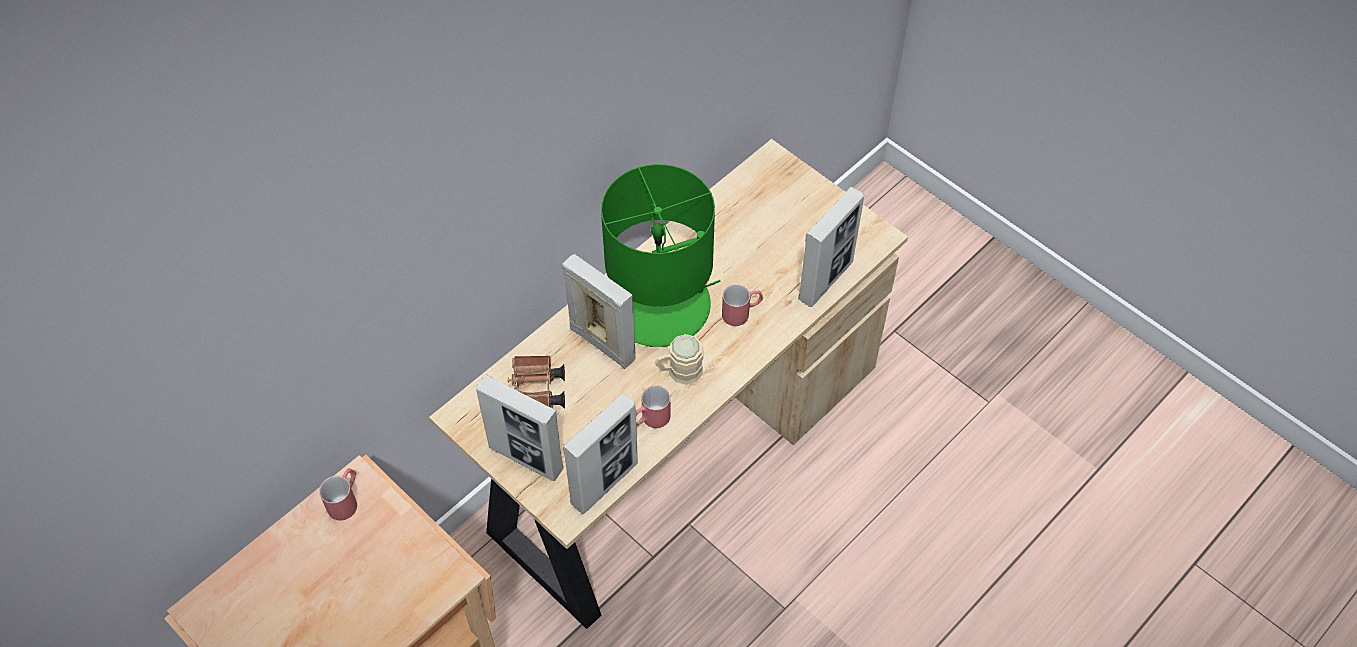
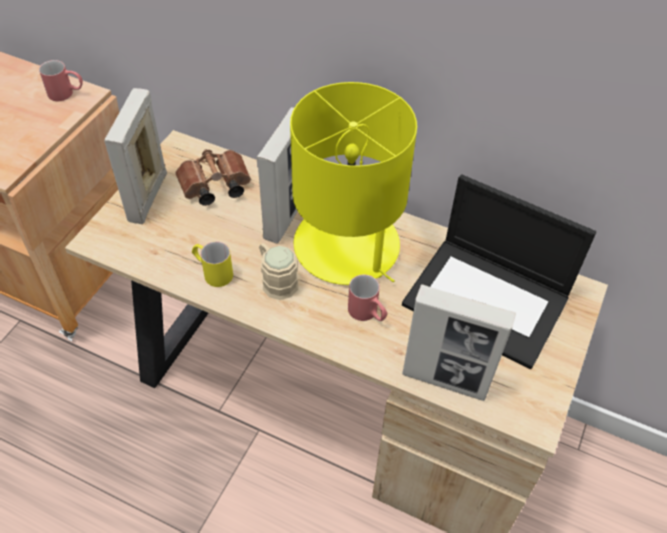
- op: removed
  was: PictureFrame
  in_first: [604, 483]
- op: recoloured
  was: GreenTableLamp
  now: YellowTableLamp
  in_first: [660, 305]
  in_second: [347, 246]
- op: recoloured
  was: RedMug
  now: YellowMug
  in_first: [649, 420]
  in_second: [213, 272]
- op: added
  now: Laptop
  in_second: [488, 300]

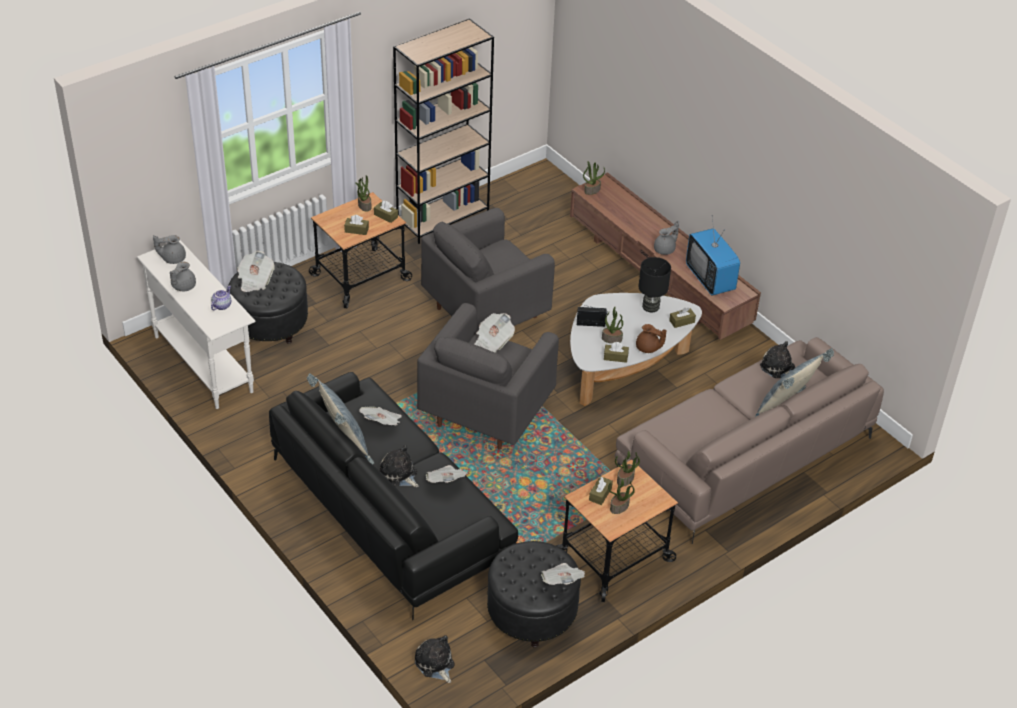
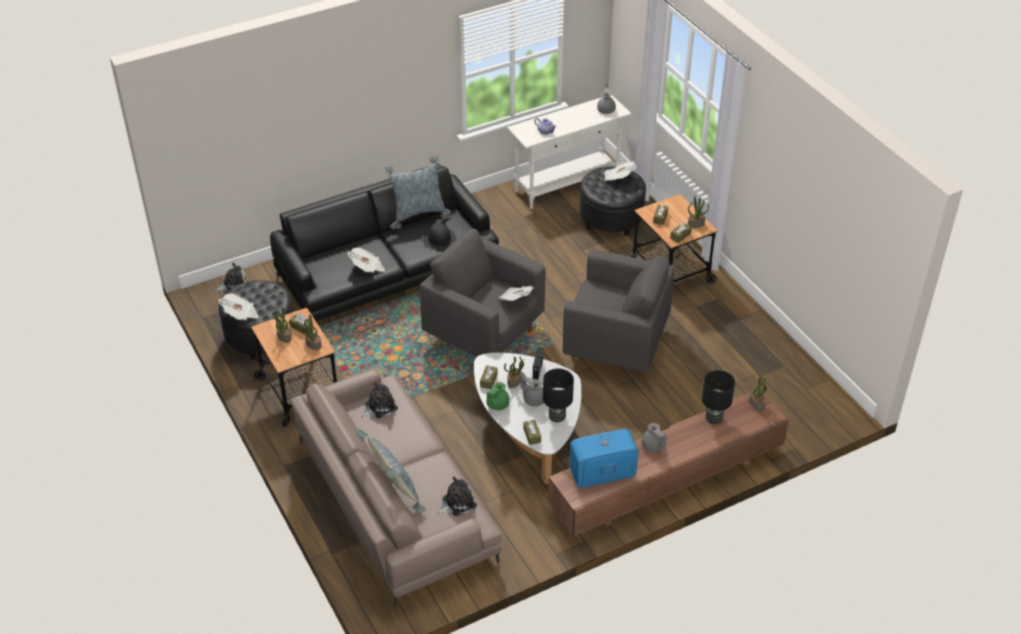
- op: moved
  was: GreyTeapot
  in_first: [183, 286]
  in_second: [533, 399]
- op: replaced
  was: Newspaper
  now: BlackHat
  in_first: [382, 423]
  in_second: [439, 239]
- op: moved
  was: PlushToy
  in_first: [399, 474]
  in_second: [379, 407]
- op: removed
  was: BeigeBookcase
  in_first: [443, 218]
- op: turned
  was: GreyArmchair
  in_first: [485, 313]
  in_second: [616, 346]
  clockwise: 135
- op: recoloured
  was: BrownTeapot
  now: GreenTeapot
  in_first: [648, 348]
  in_second: [497, 405]
- op: added
  now: BlackTableLamp
  in_second: [714, 417]

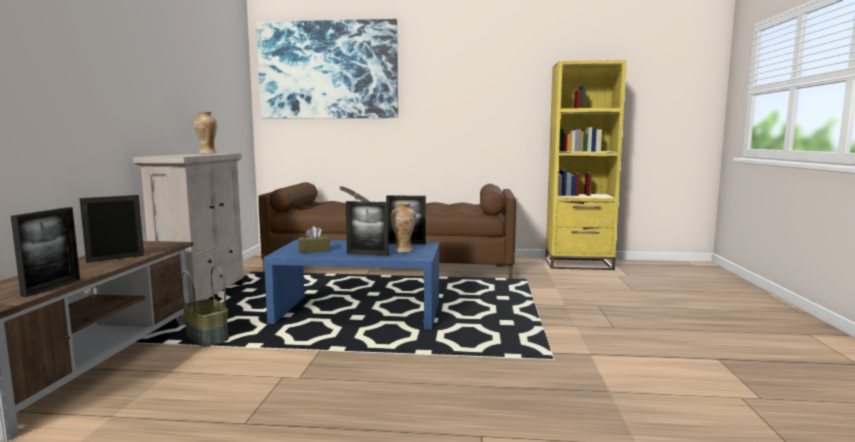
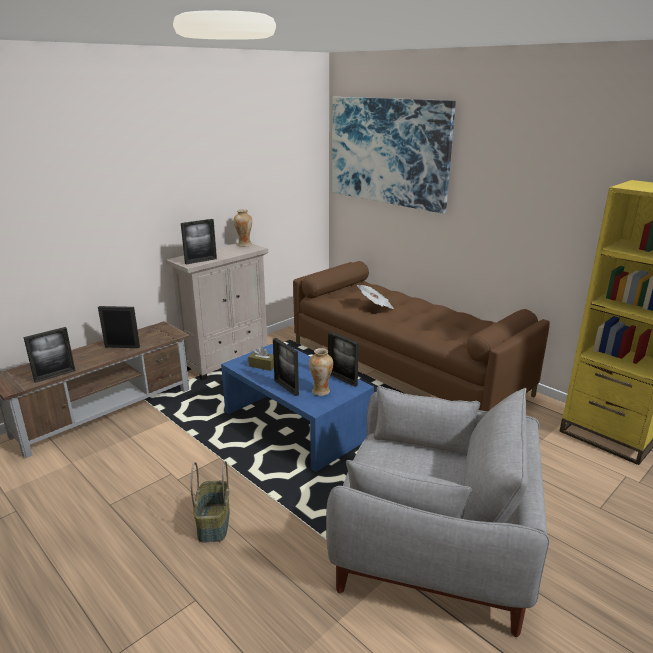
- op: moved
  was: Basket
  in_first: [208, 337]
  in_second: [214, 523]
- op: added
  now: PictureFrame
  in_second: [201, 261]
- op: added
  now: GreyArmchair
  in_second: [433, 545]

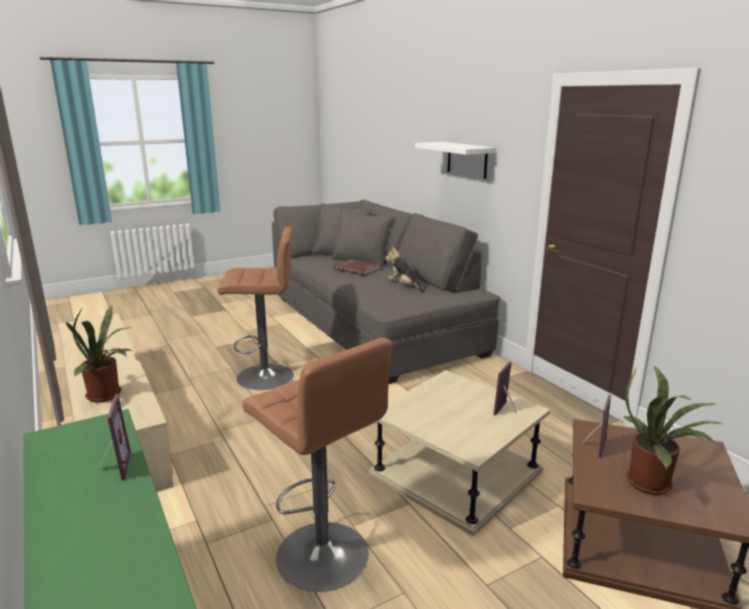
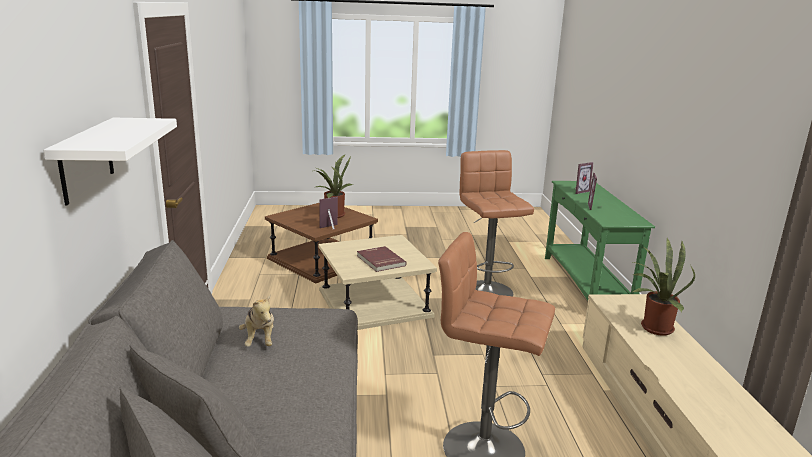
- op: moved
  was: RedBook
  in_first: [357, 268]
  in_second: [380, 261]
- op: moved
  was: PictureFrame
  in_first: [507, 410]
  in_second: [578, 191]

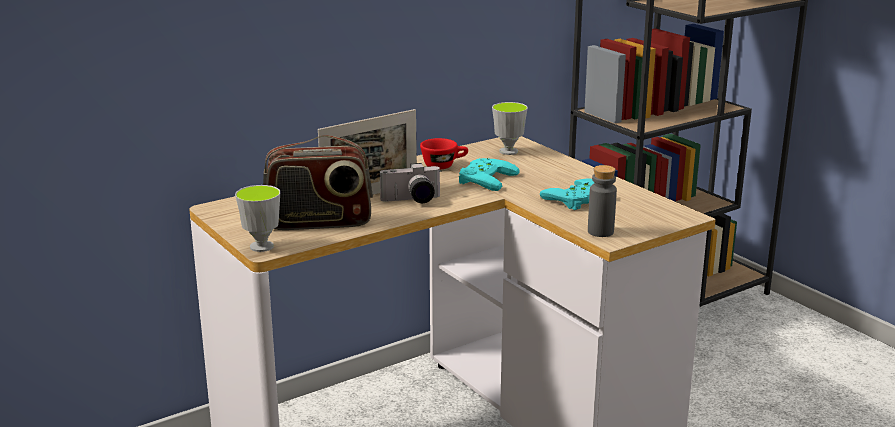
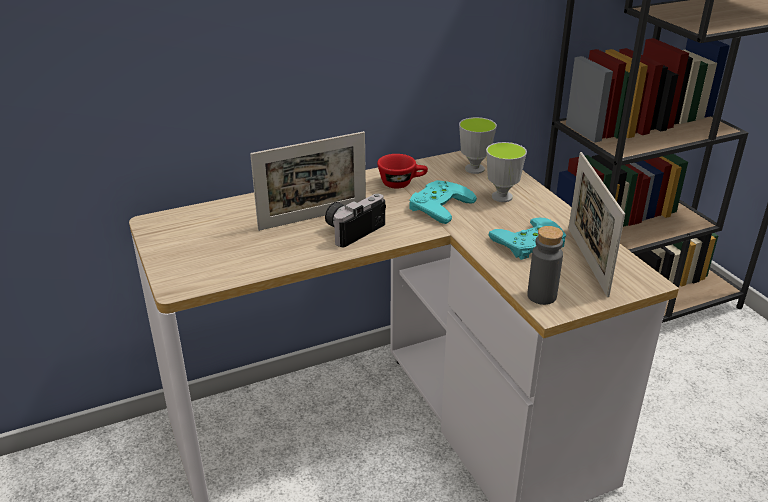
- op: moved
  was: Cup
  in_first: [261, 246]
  in_second: [502, 197]
- op: removed
  was: Radio
  in_first: [319, 222]
- op: turned
  was: PhotoCamera
  in_first: [412, 200]
  in_second: [352, 229]
  clockwise: 135
- op: added
  now: PictureFrame
  in_second: [587, 260]

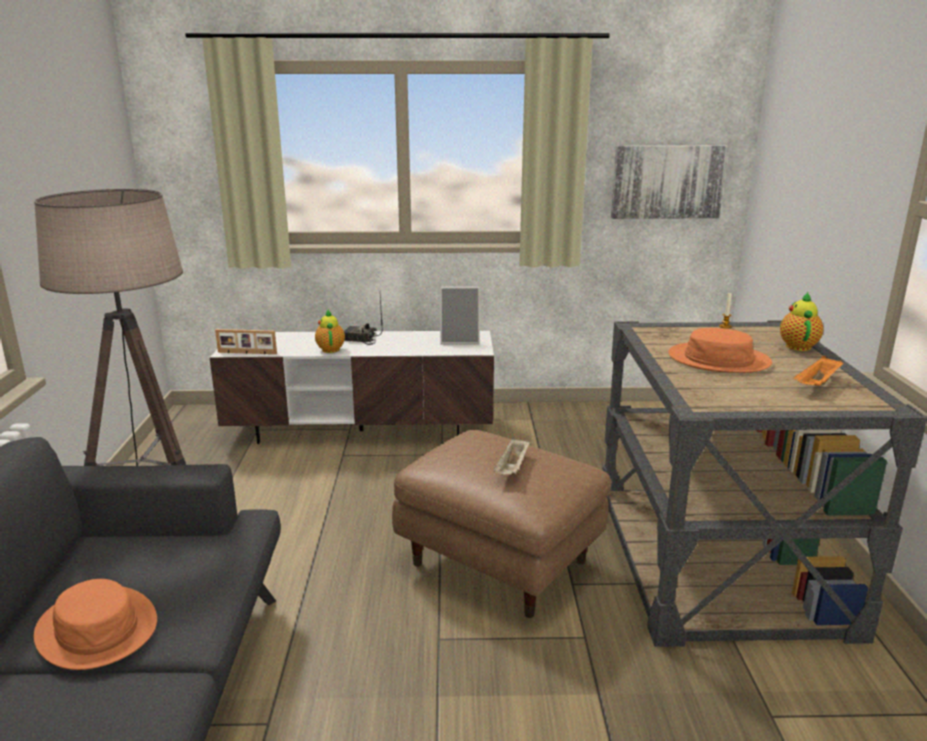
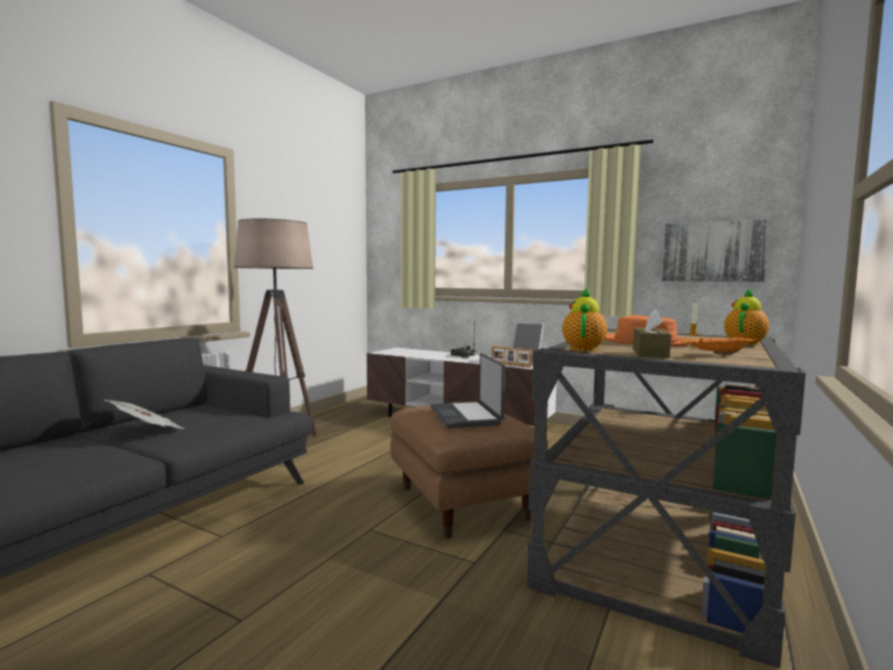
- op: replaced
  was: OrangeHat
  now: Newspaper
  in_first: [97, 628]
  in_second: [148, 432]
- op: moved
  was: PictureFrame
  in_first: [247, 353]
  in_second: [510, 365]
- op: moved
  was: Teapot
  in_first: [330, 349]
  in_second: [583, 349]
- op: replaced
  was: BeigeTray
  now: Laptop
  in_first: [512, 468]
  in_second: [467, 416]
- op: added
  now: BrownTissueBox
  in_second: [650, 353]

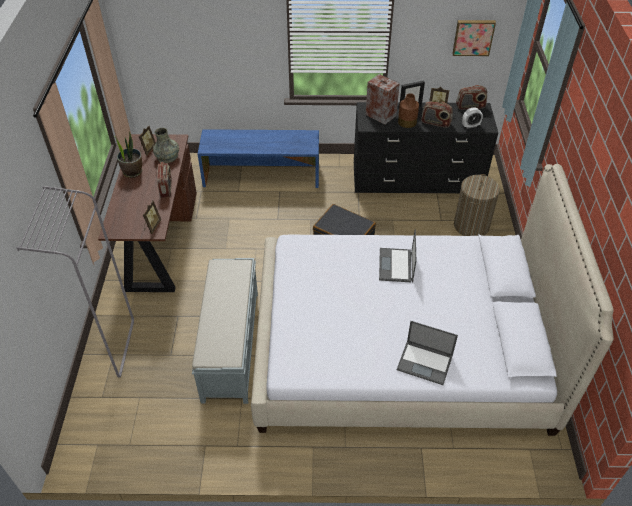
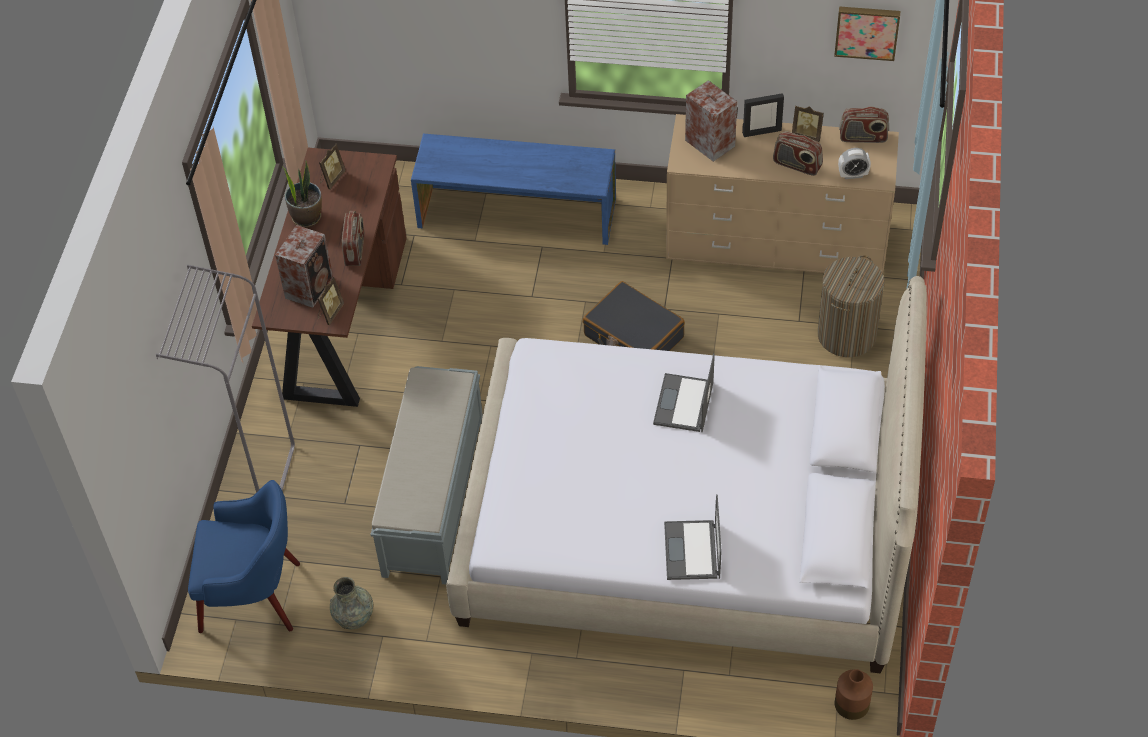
- op: moved
  was: GreyVase
  in_first: [167, 157]
  in_second: [353, 614]
- op: recoloured
  was: BlackDresser
  now: BeigeDresser
  in_first: [417, 178]
  in_second: [778, 241]
- op: turned
  was: Laptop
  in_first: [425, 362]
  in_second: [692, 551]
  clockwise: 60
- op: moved
  was: BrownVase
  in_first: [407, 122]
  in_second: [852, 704]
- op: added
  now: BlueArmchair
  in_second: [253, 596]
- op: added
  now: Speaker
  in_second: [310, 287]

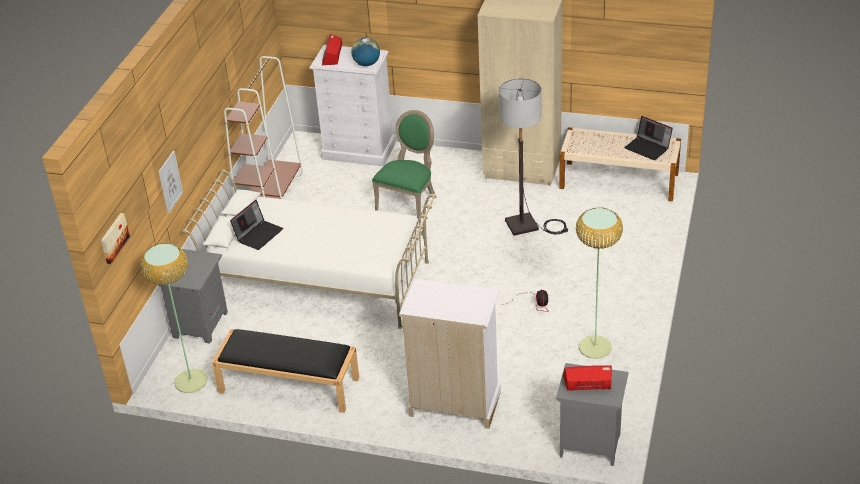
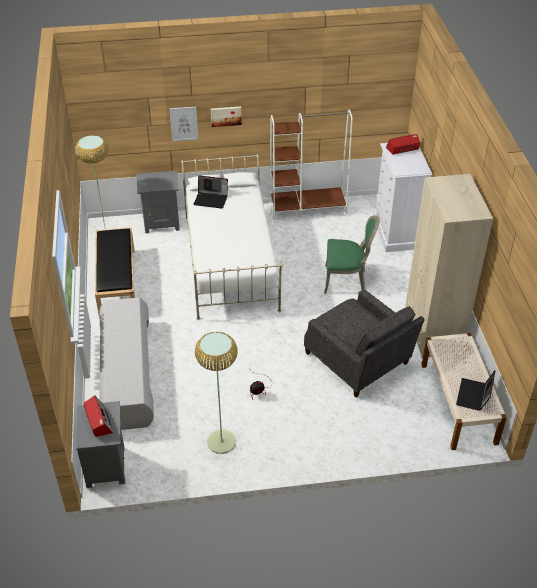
- op: moved
  was: Picture
  in_first: [113, 238]
  in_second: [226, 116]
- op: removed
  was: Globe
  in_first: [366, 64]
- op: replaced
  was: WhiteDresser
  now: GreyBench
  in_first: [454, 403]
  in_second: [126, 373]
- op: replaced
  was: FloorLamp
  now: GreyArmchair
  in_first: [531, 226]
  in_second: [358, 360]

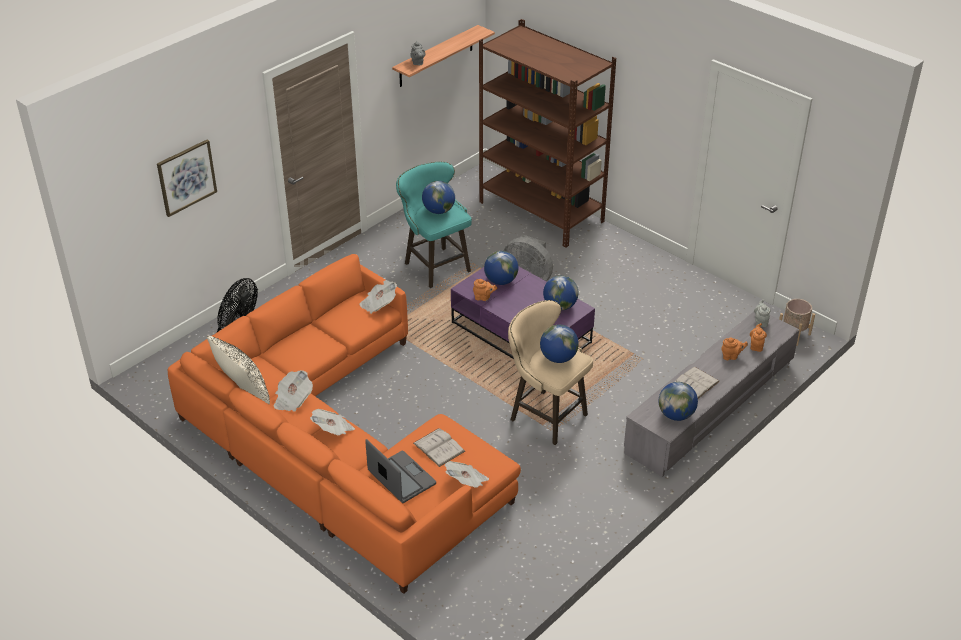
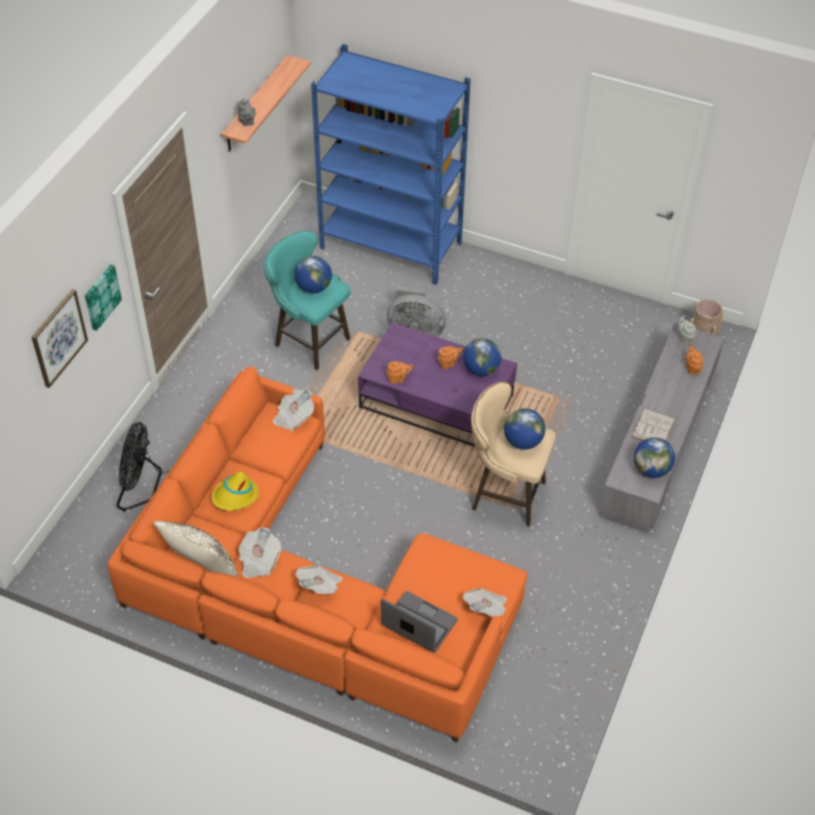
- op: removed
  was: WhiteBook
  in_first: [439, 447]
- op: recoloured
  was: BrownBookcase
  now: BlueBookcase
  in_first: [541, 211]
  in_second: [391, 245]
- op: removed
  was: Globe
  in_first: [501, 281]
- op: moved
  was: OrangeTeapot
  in_first: [731, 356]
  in_second: [448, 363]
- op: added
  now: Picture
  in_second: [101, 296]
- op: added
  now: YellowHat
  in_second: [235, 496]

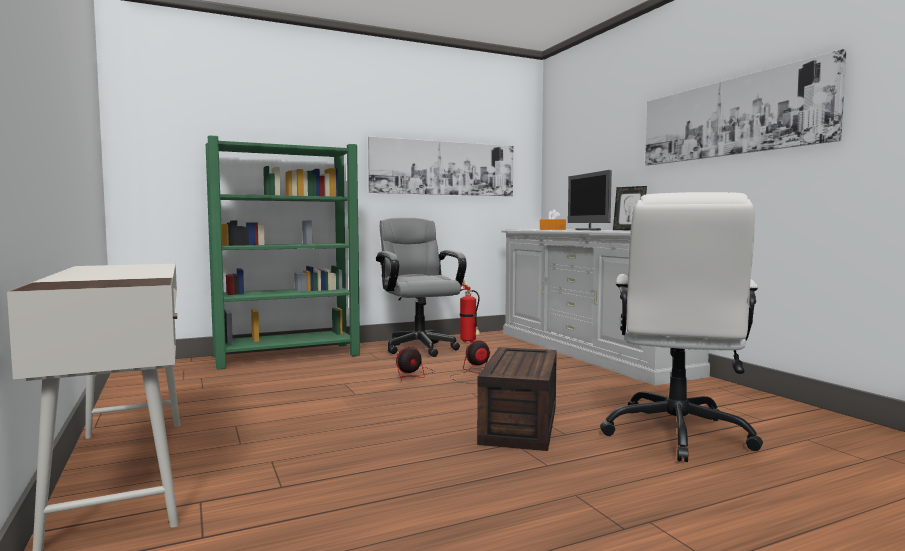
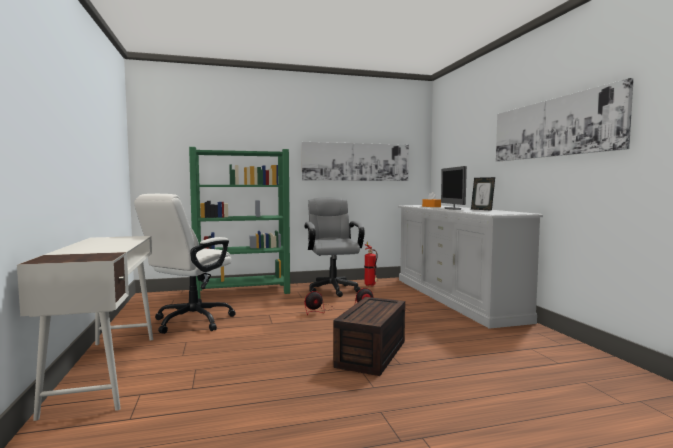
- op: moved
  was: WhiteOfficeChair
  in_first: [677, 437]
  in_second: [190, 322]

